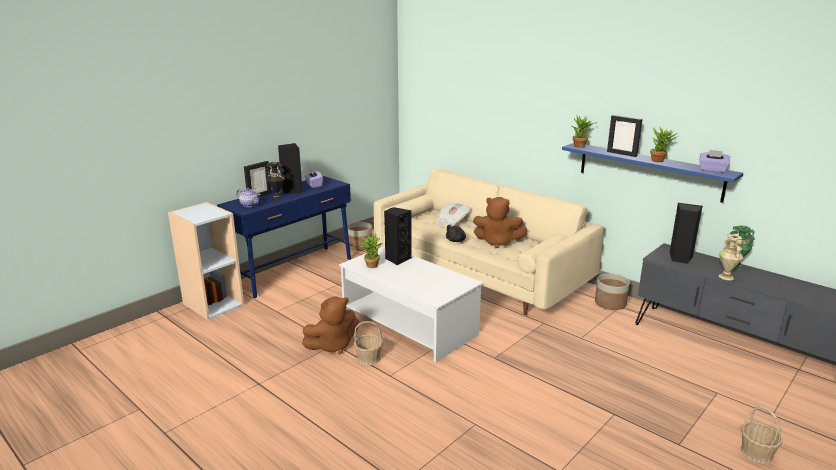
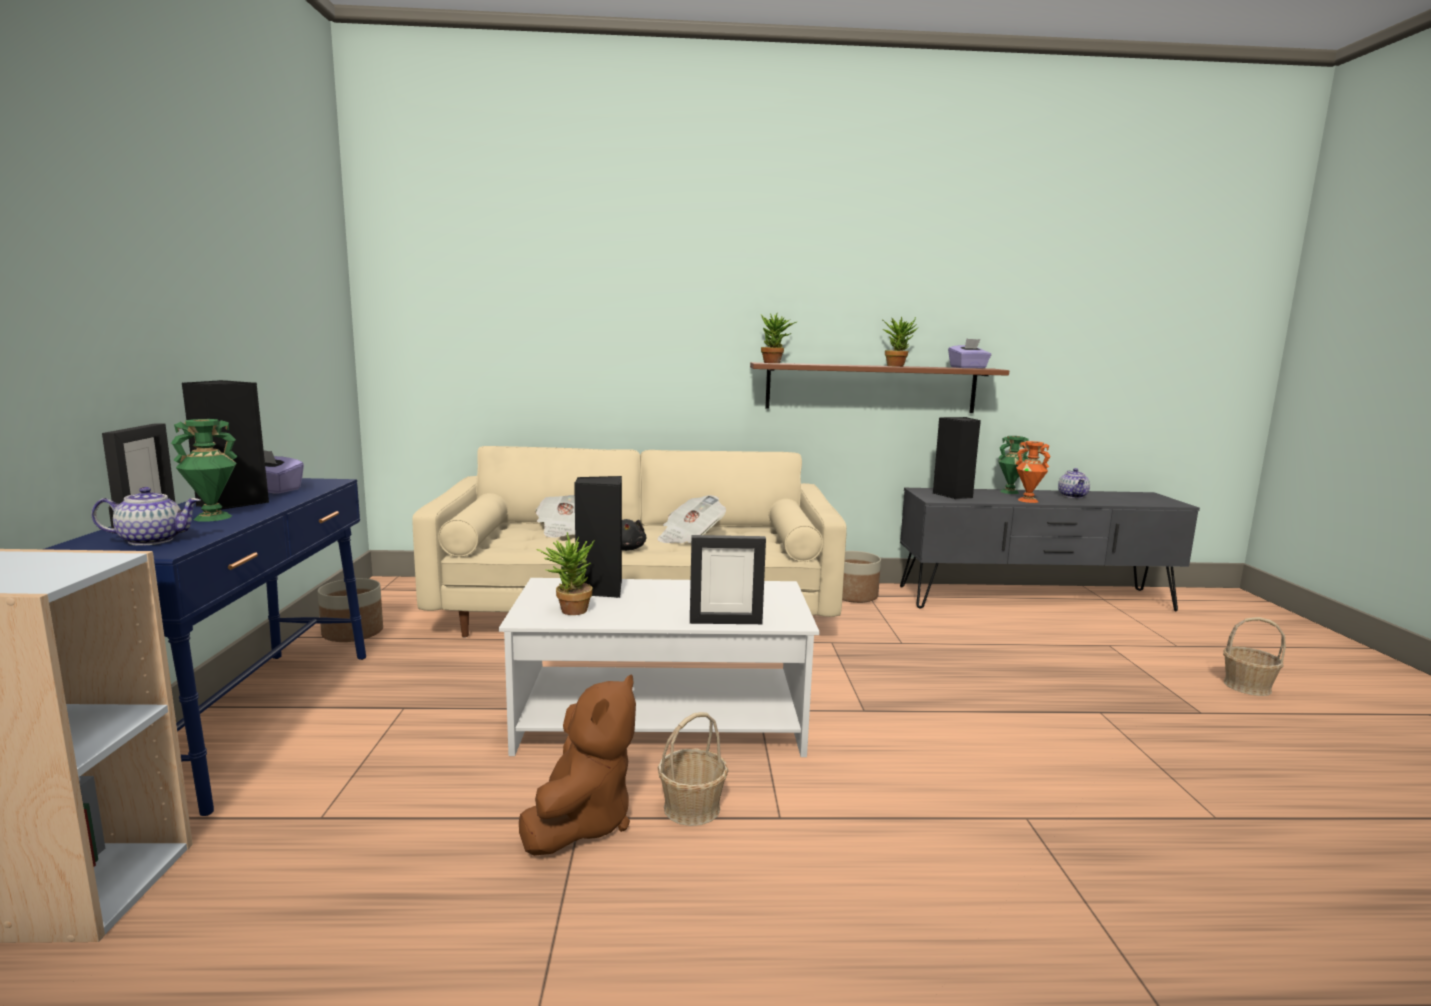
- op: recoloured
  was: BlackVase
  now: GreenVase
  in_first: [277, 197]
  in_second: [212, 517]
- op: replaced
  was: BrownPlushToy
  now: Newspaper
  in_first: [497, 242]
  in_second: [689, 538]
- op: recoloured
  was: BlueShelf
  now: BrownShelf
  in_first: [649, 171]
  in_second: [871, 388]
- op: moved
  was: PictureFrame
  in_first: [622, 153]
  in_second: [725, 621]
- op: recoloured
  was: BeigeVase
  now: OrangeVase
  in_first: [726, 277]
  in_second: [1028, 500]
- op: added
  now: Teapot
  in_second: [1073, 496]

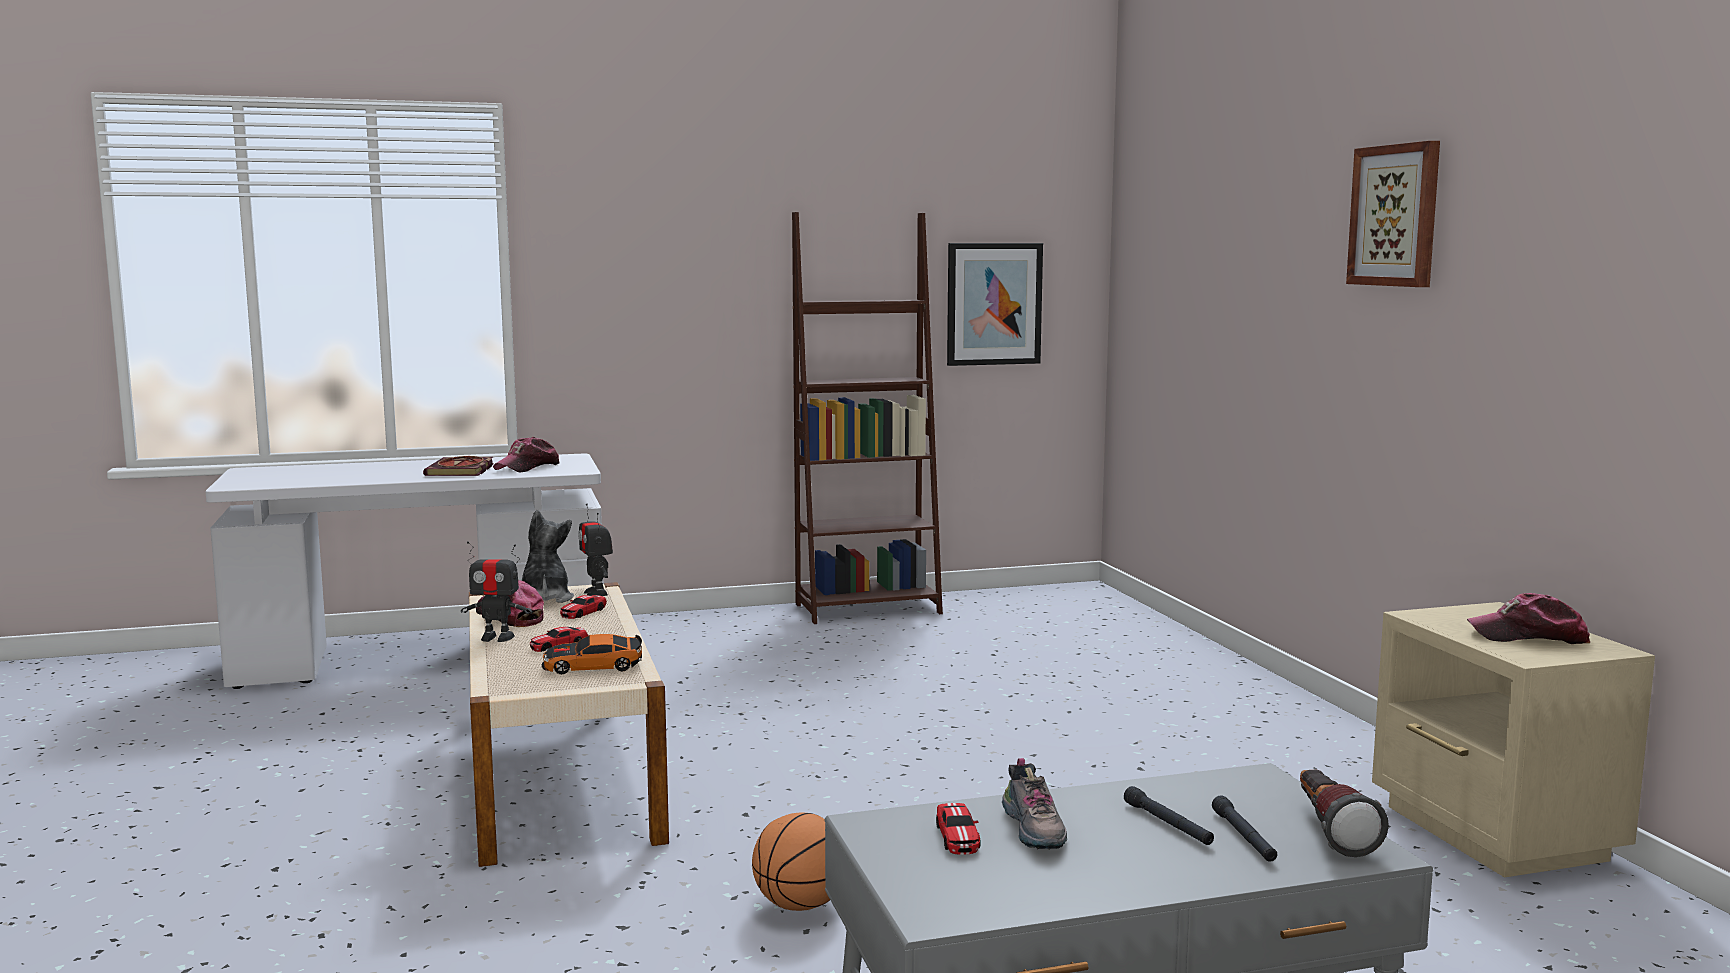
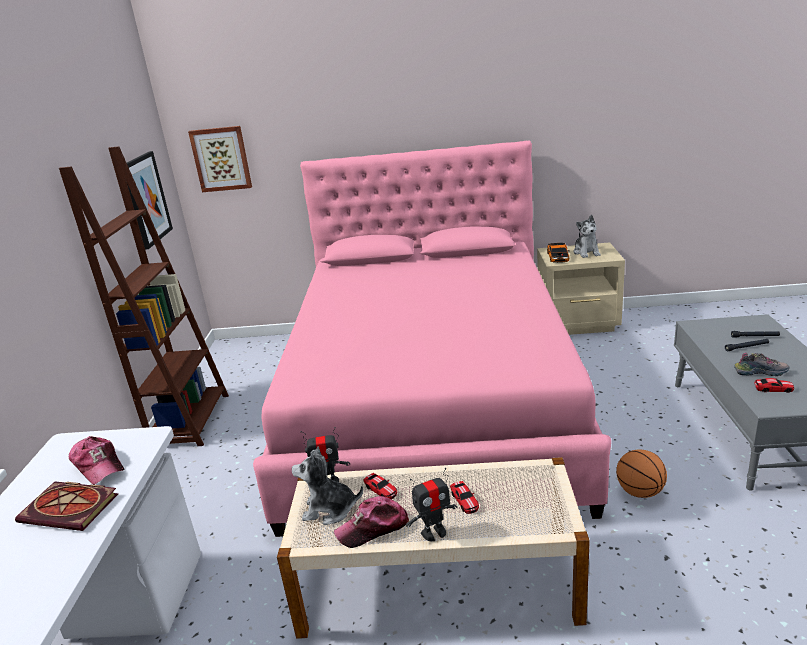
- op: turned
  was: ToyRobot
  in_first: [497, 638]
  in_second: [433, 532]
  clockwise: 45
- op: moved
  was: ToyCar
  in_first: [593, 665]
  in_second: [558, 257]
- op: removed
  was: Flashlight
  in_first: [1330, 831]
- op: moved
  was: Picture
  in_first: [1395, 215]
  in_second: [221, 159]
- op: replaced
  was: Cap
  now: PlushToy
  in_first: [1528, 636]
  in_second: [586, 252]
- op: added
  now: PinkBed
  in_second: [432, 401]

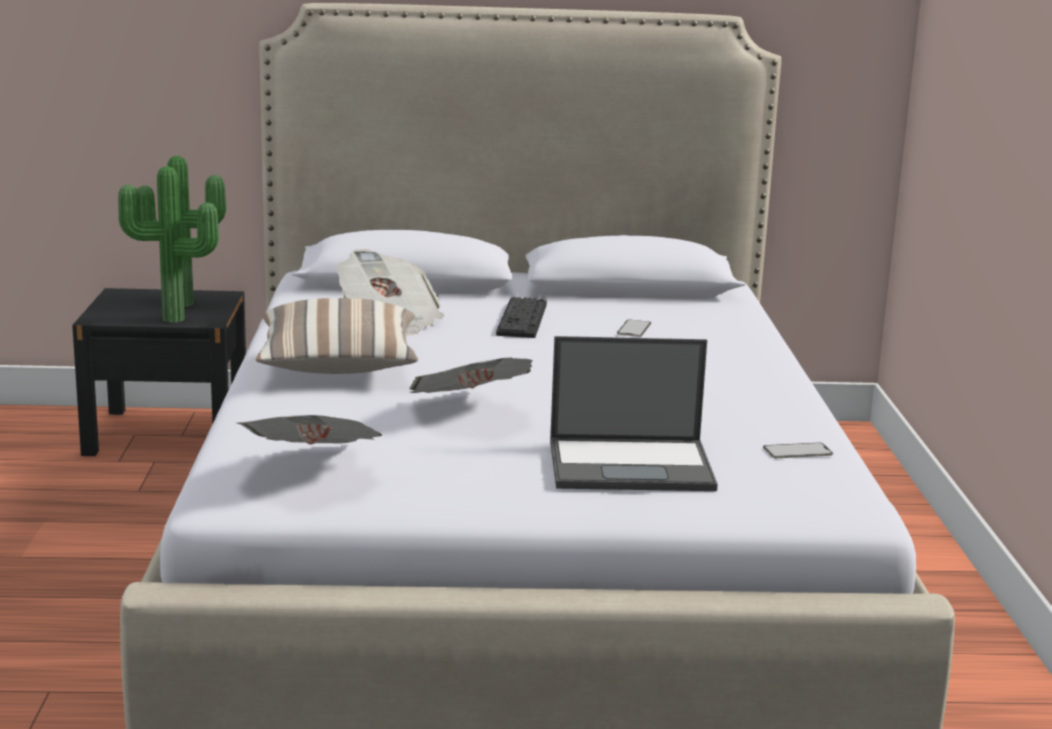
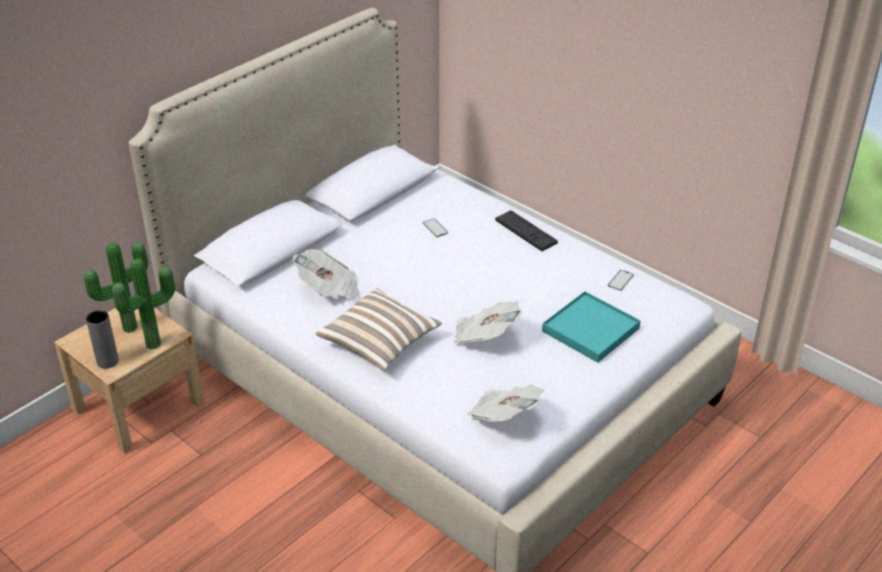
- op: recoloured
  was: BlackNightstand
  now: BeigeNightstand
  in_first: [167, 433]
  in_second: [138, 406]
- op: moved
  was: Keyboard
  in_first: [522, 319]
  in_second: [526, 231]
- op: replaced
  was: Laptop
  now: TurquoiseTray
  in_first: [632, 465]
  in_second: [590, 329]
- op: added
  now: GreyVase
  in_second: [107, 361]

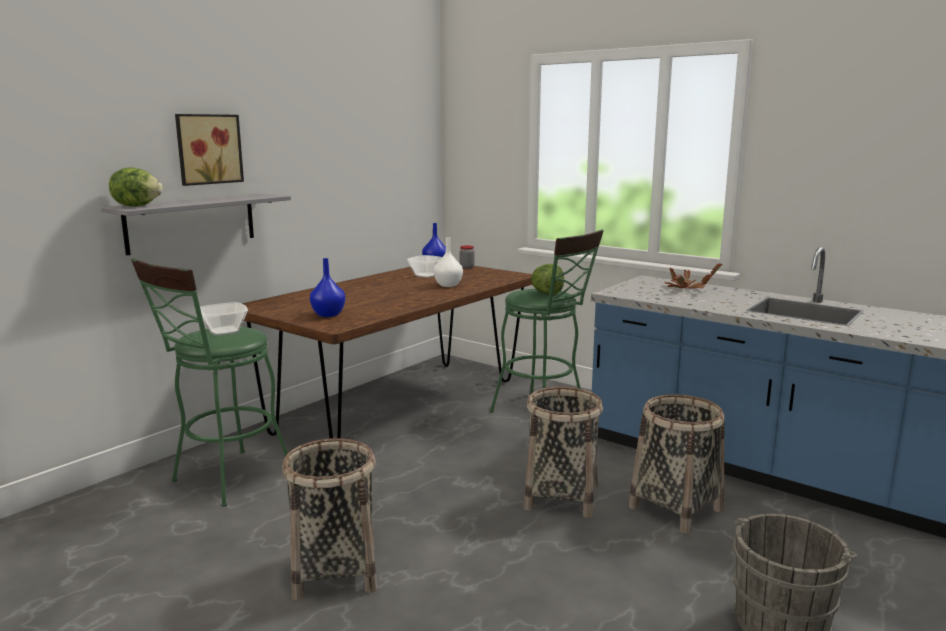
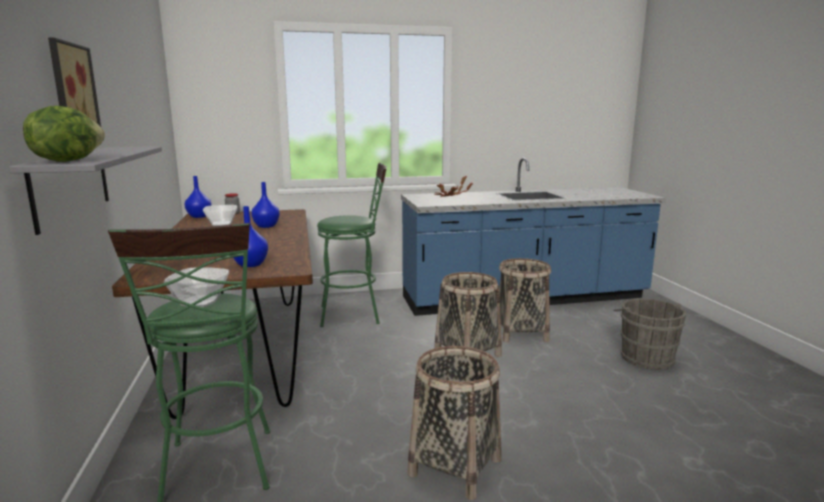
- op: recoloured
  was: WhiteVase
  now: BlueVase
  in_first: [448, 285]
  in_second: [266, 226]
- op: removed
  was: Lettuce
  in_first: [547, 293]

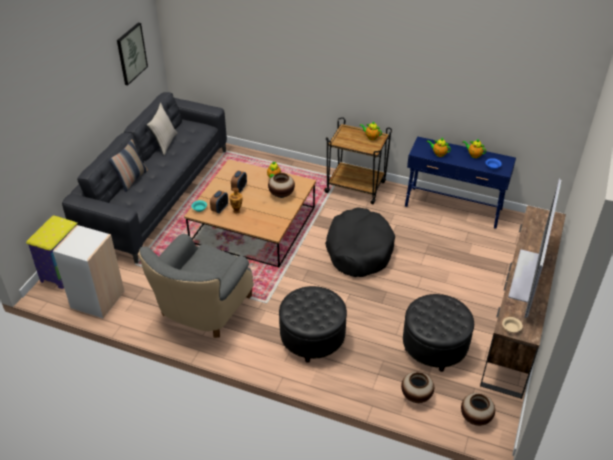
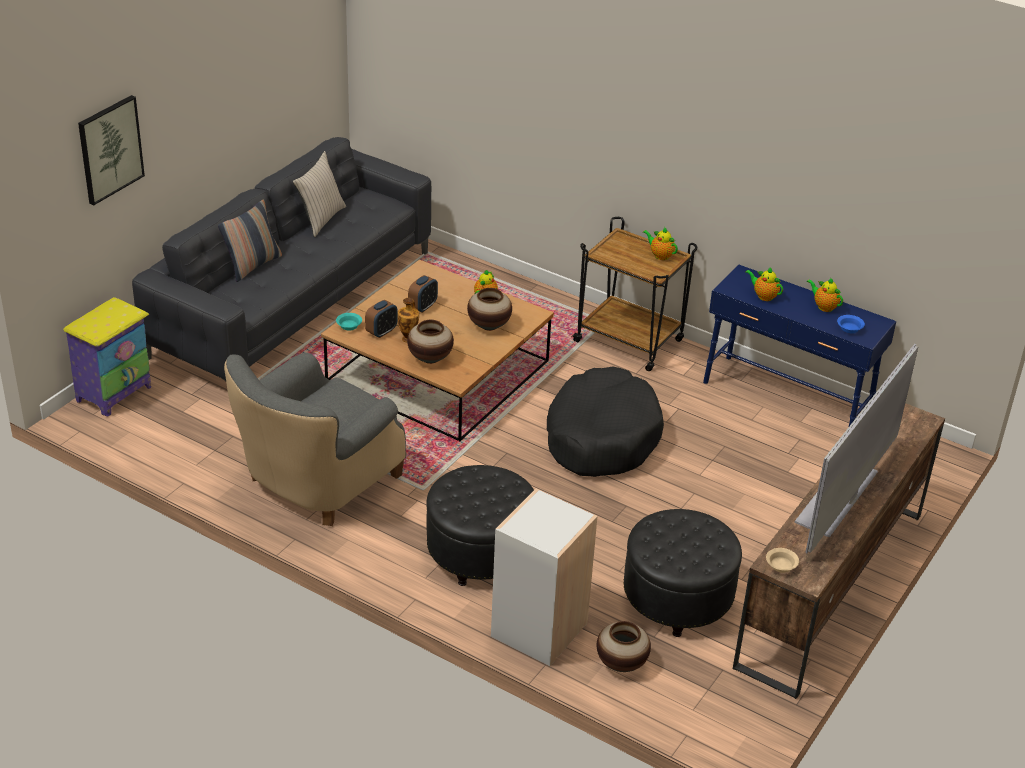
- op: moved
  was: Bookcase
  in_first: [97, 299]
  in_second: [538, 629]
- op: moved
  was: Picture
  in_first: [131, 53]
  in_second: [110, 149]
- op: moved
  was: Vase
  in_first: [475, 418]
  in_second: [430, 358]

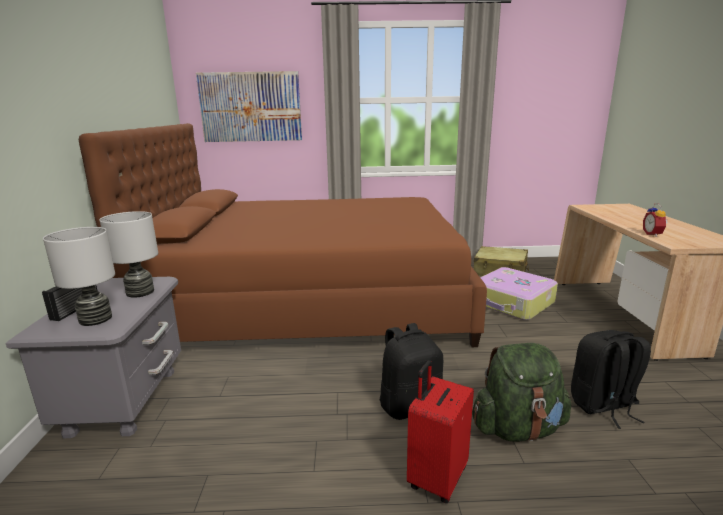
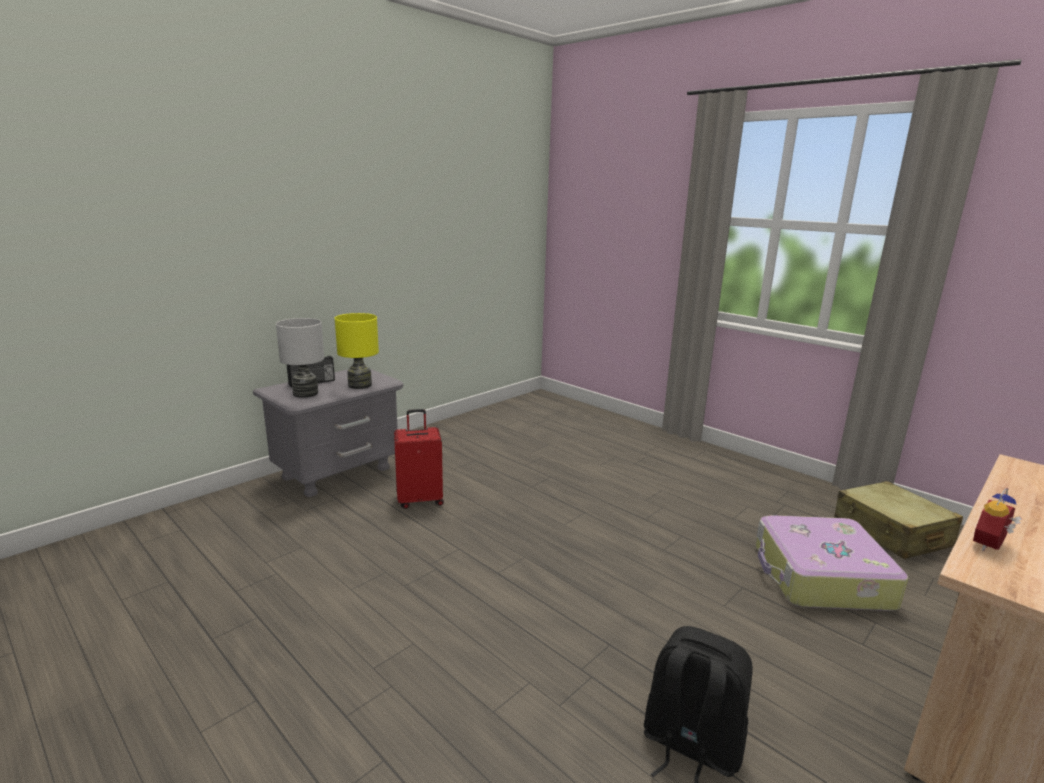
- op: removed
  was: BrownBed
  in_first: [312, 301]
- op: recoloured
  was: GreyTableLamp
  now: YellowTableLamp
  in_first: [140, 292]
  in_second: [360, 385]
- op: removed
  was: Picture
  in_first: [250, 107]
- op: removed
  was: BlackBackpack
  in_first: [409, 405]
- op: moved
  was: RedSuitcase
  in_first: [436, 478]
  in_second: [420, 500]
- op: removed
  was: GreenBackpack
  in_first: [517, 428]

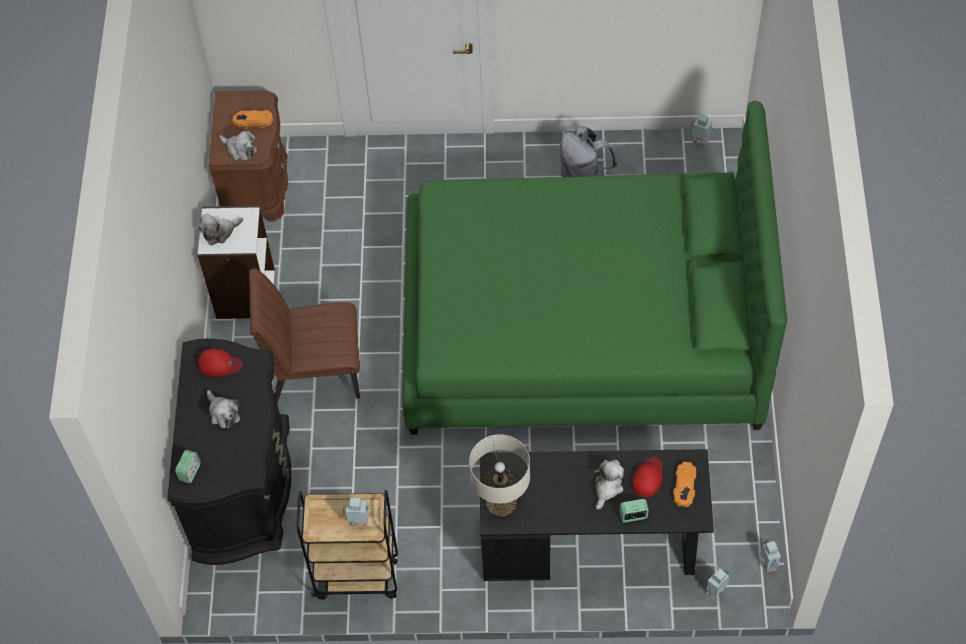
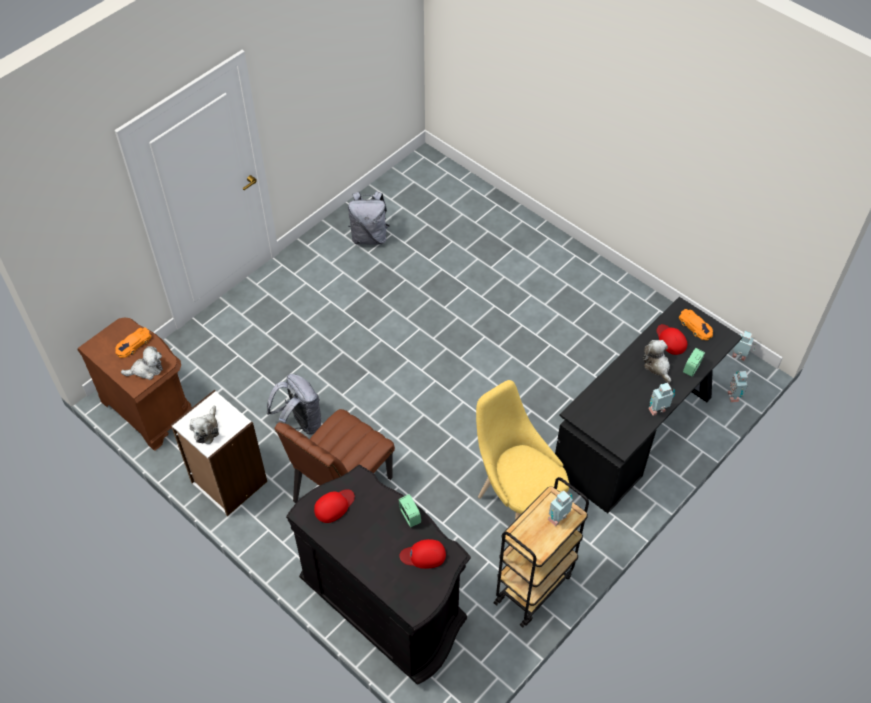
- op: moved
  was: AlarmClock
  in_first: [190, 472]
  in_second: [410, 516]
- op: removed
  was: PlushToy
  in_first: [223, 413]
- op: removed
  was: GreenBed
  in_first: [582, 328]
- op: removed
  was: TableLamp
  in_first: [501, 504]
- op: moved
  was: ToyRobot
  in_first: [700, 142]
  in_second: [658, 411]
- op: added
  now: GreyBackpack
  in_second: [299, 424]
- op: added
  now: RedCap
  in_second: [423, 555]
- op: added
  now: YellowChair
  in_second: [517, 499]

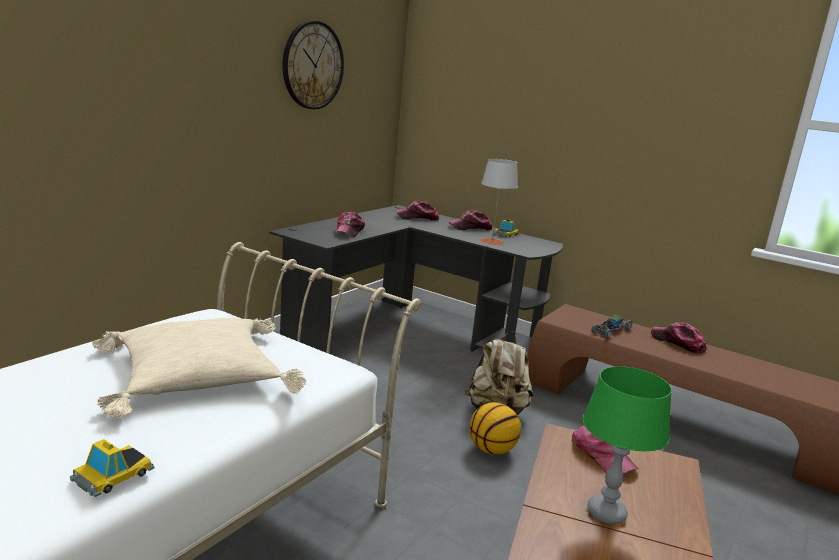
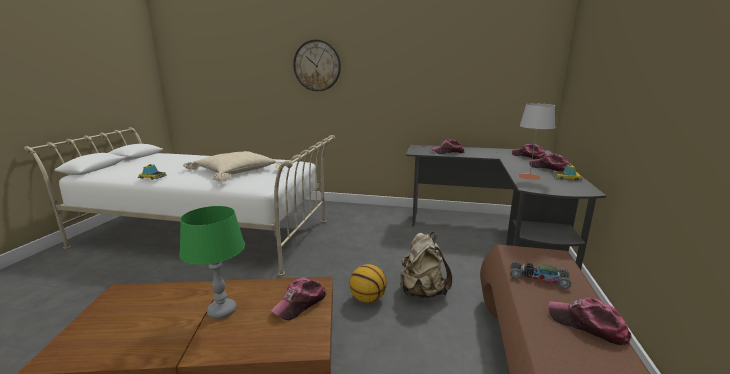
- op: moved
  was: WallClock
  in_first: [312, 65]
  in_second: [317, 66]
- op: turned
  was: Cap
  in_first: [678, 343]
  in_second: [587, 325]
  clockwise: -75

